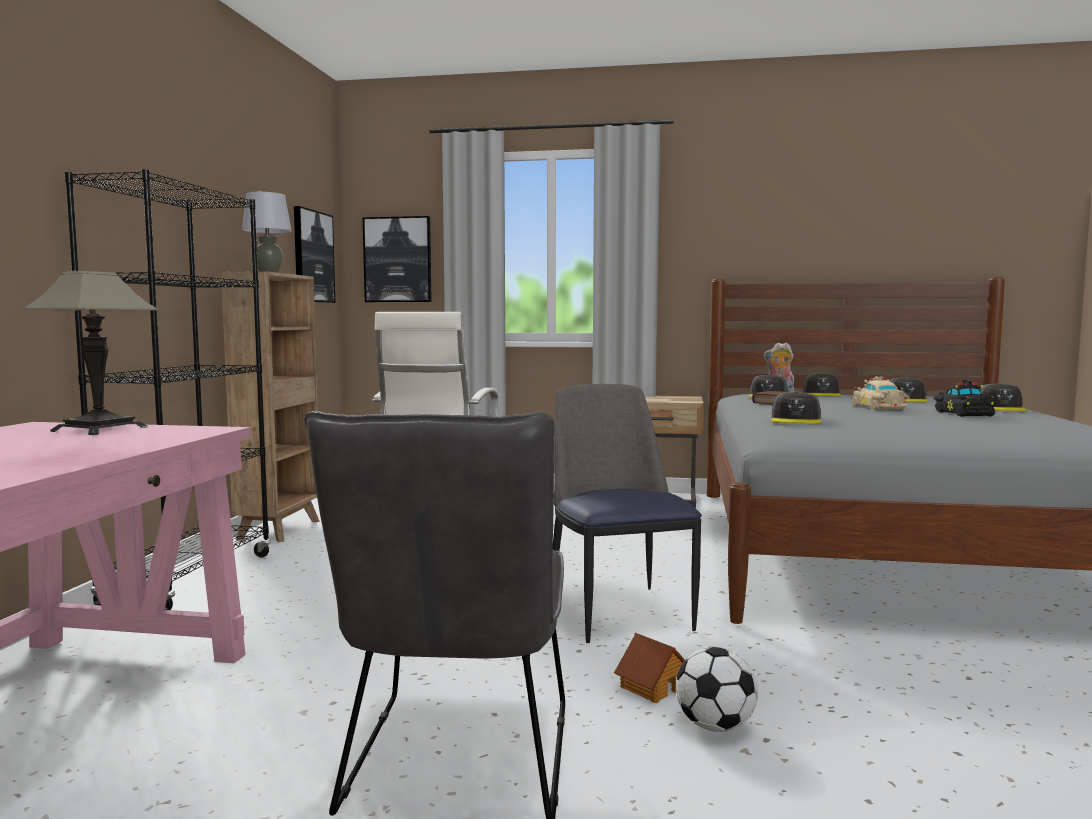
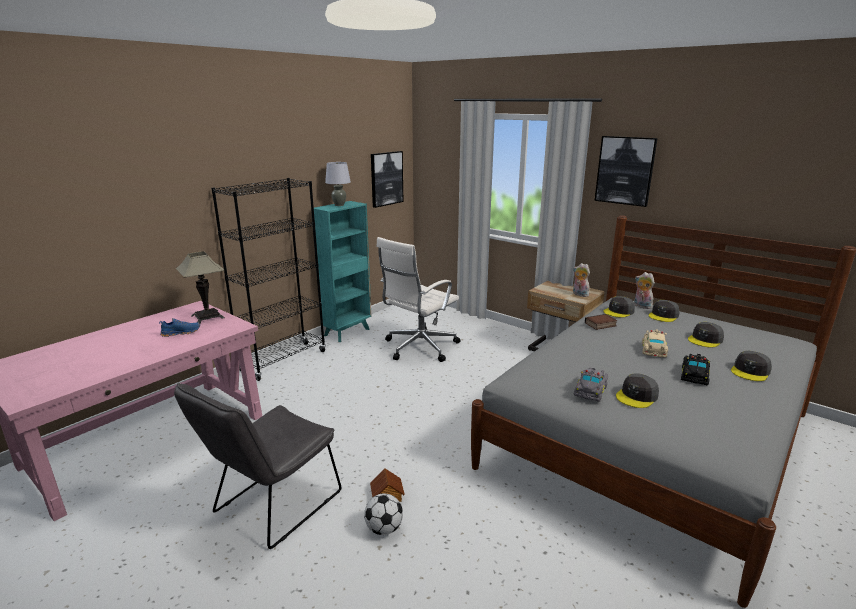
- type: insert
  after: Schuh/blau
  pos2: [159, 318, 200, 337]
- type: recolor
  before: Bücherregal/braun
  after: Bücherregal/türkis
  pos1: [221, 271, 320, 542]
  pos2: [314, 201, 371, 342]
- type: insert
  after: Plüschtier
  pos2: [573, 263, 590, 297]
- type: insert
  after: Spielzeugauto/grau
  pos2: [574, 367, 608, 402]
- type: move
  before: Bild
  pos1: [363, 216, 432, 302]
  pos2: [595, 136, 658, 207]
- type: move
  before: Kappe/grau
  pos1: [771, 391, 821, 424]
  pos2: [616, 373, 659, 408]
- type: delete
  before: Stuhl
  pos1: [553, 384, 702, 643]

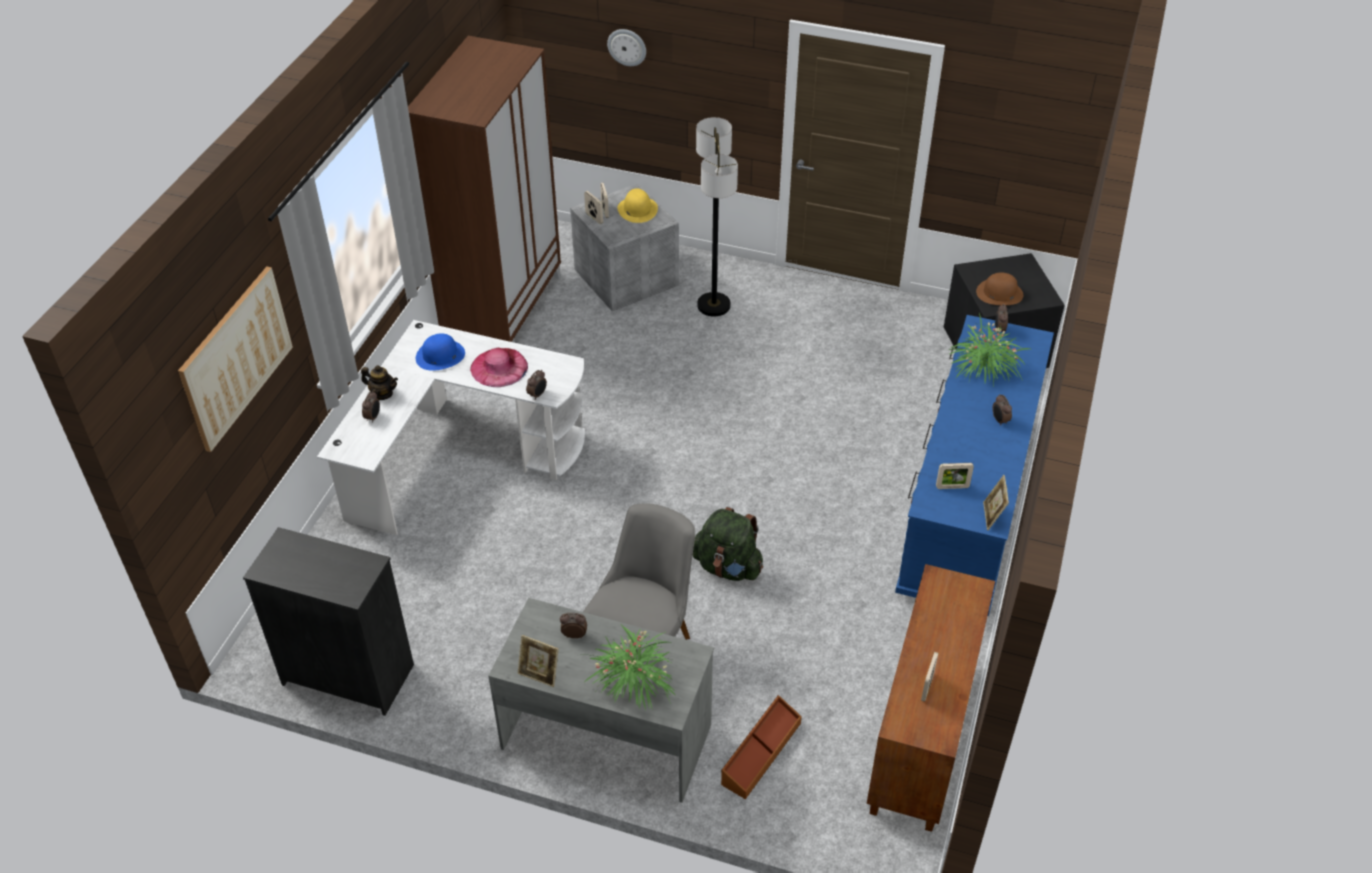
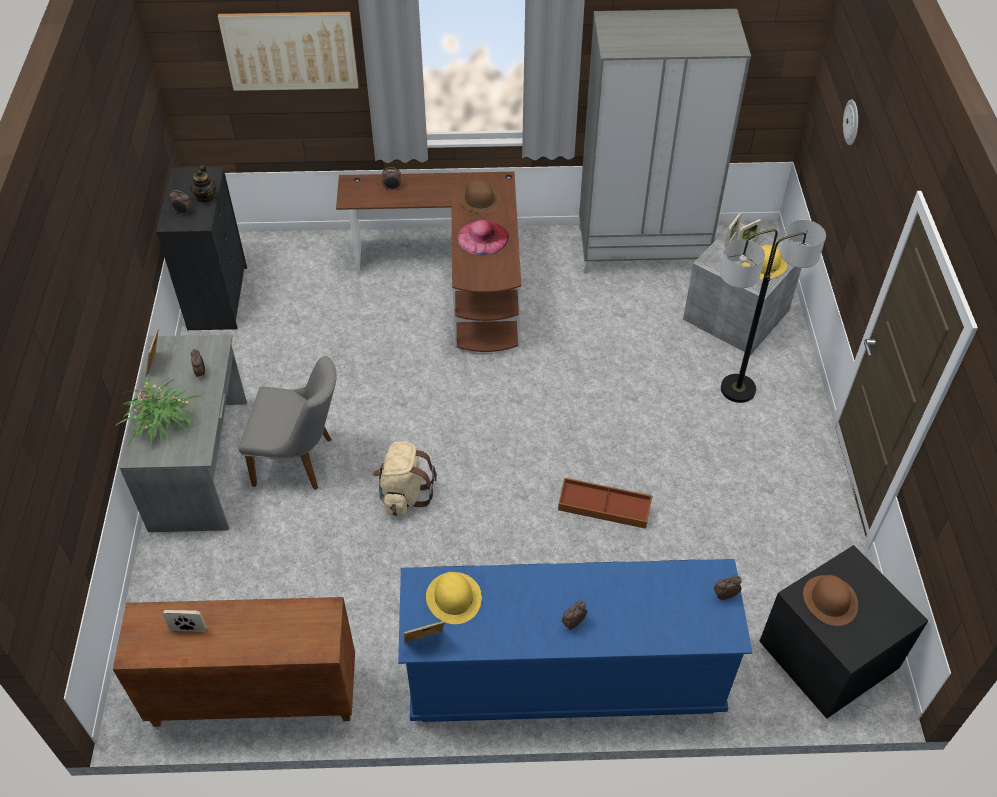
- type: move
  before: Wecker
  pos1: [526, 370, 547, 400]
  pos2: [169, 190, 192, 215]
- type: move
  before: Teekanne
  pos1: [361, 365, 398, 400]
  pos2: [190, 166, 217, 203]
- type: recolor
  before: Schreibtisch/weiß
  after: Schreibtisch/braun
  pos1: [317, 320, 585, 535]
  pos2: [336, 172, 521, 352]
- type: recolor
  before: Rucksack/grün
  after: Rucksack/beige
  pos1: [693, 507, 763, 581]
  pos2: [373, 441, 437, 516]
- type: replace
  before: Bilderrahmen
  after: Hut/gelb
  pos1: [936, 463, 974, 489]
  pos2: [426, 572, 482, 624]
- type: recolor
  before: Hut/blau
  after: Hut/braun
  pos1: [416, 333, 465, 371]
  pos2: [459, 180, 501, 214]
- type: move
  before: Aufbewahrungsbox/braun
  pos1: [721, 695, 802, 799]
  pos2: [558, 478, 652, 529]
- type: recolor
  before: Kleiderschrank/braun
  after: Kleiderschrank/grau
  pos1: [408, 36, 561, 342]
  pos2: [579, 9, 751, 273]
- type: delete
  before: Topfpflanze
  pos1: [949, 313, 1030, 389]

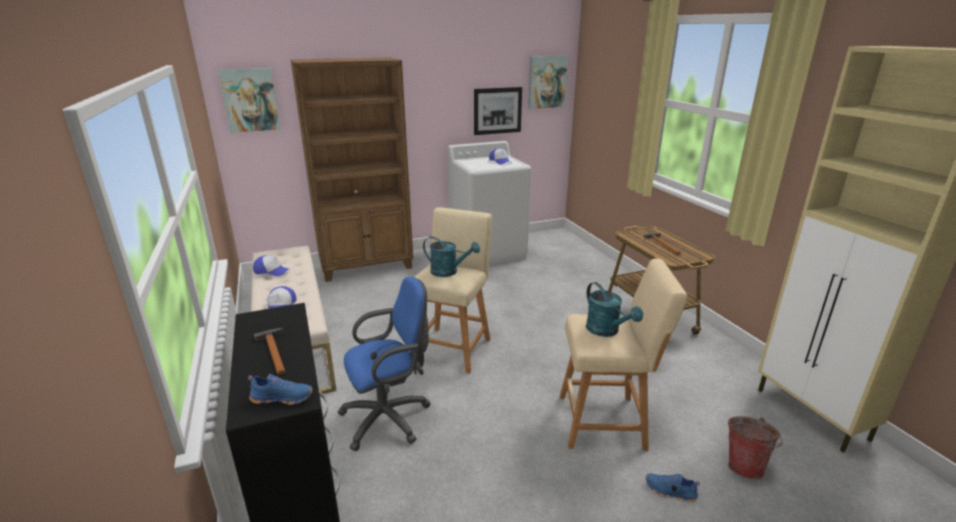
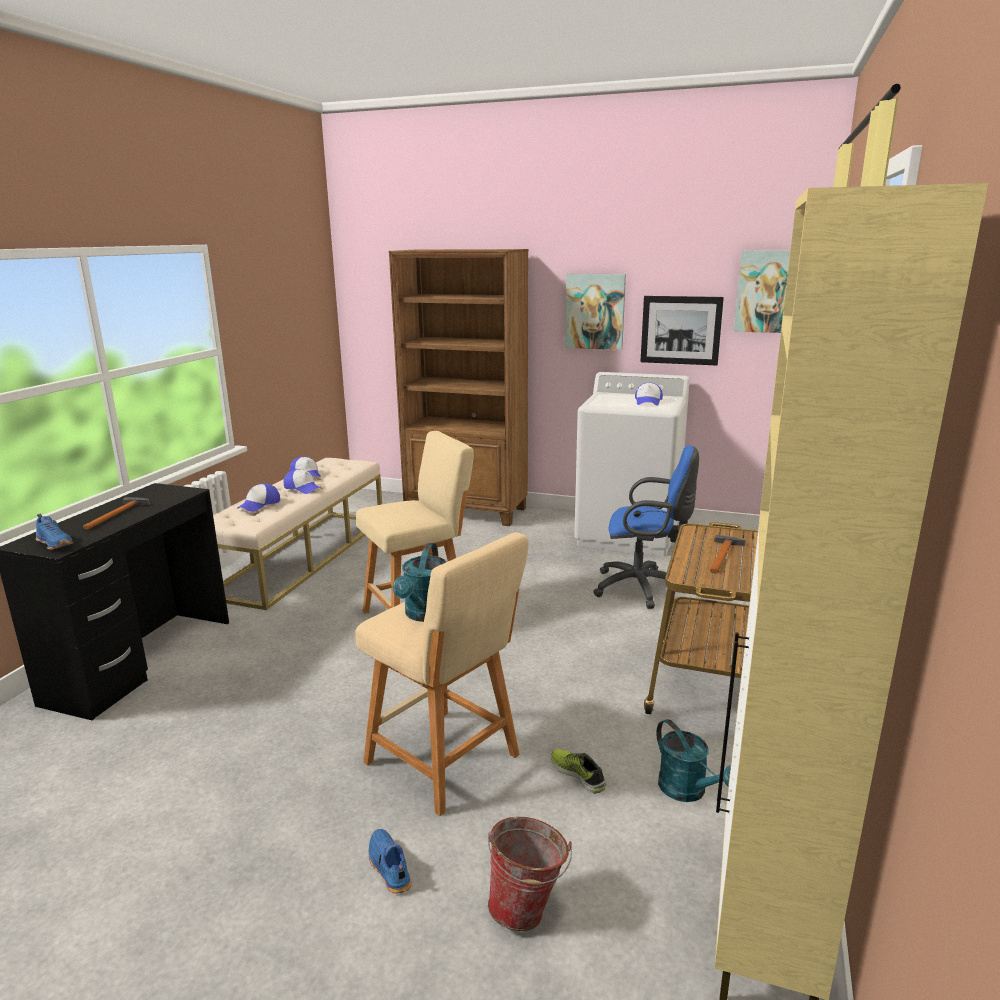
- type: insert
  after: Kappe
  pos2: [284, 469, 322, 494]
- type: insert
  after: Schuh
  pos2: [551, 749, 606, 793]
- type: move
  before: Bild
  pos1: [218, 68, 281, 133]
  pos2: [565, 274, 626, 350]
- type: move
  before: Bürostuhl/blau
  pos1: [338, 277, 430, 451]
  pos2: [593, 445, 699, 609]
- type: move
  before: Gießkanne/türkis
  pos1: [423, 237, 480, 277]
  pos2: [656, 719, 731, 802]

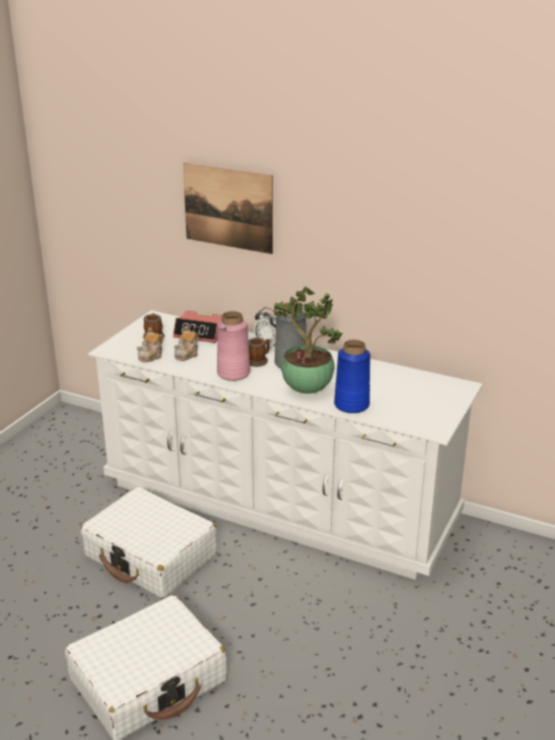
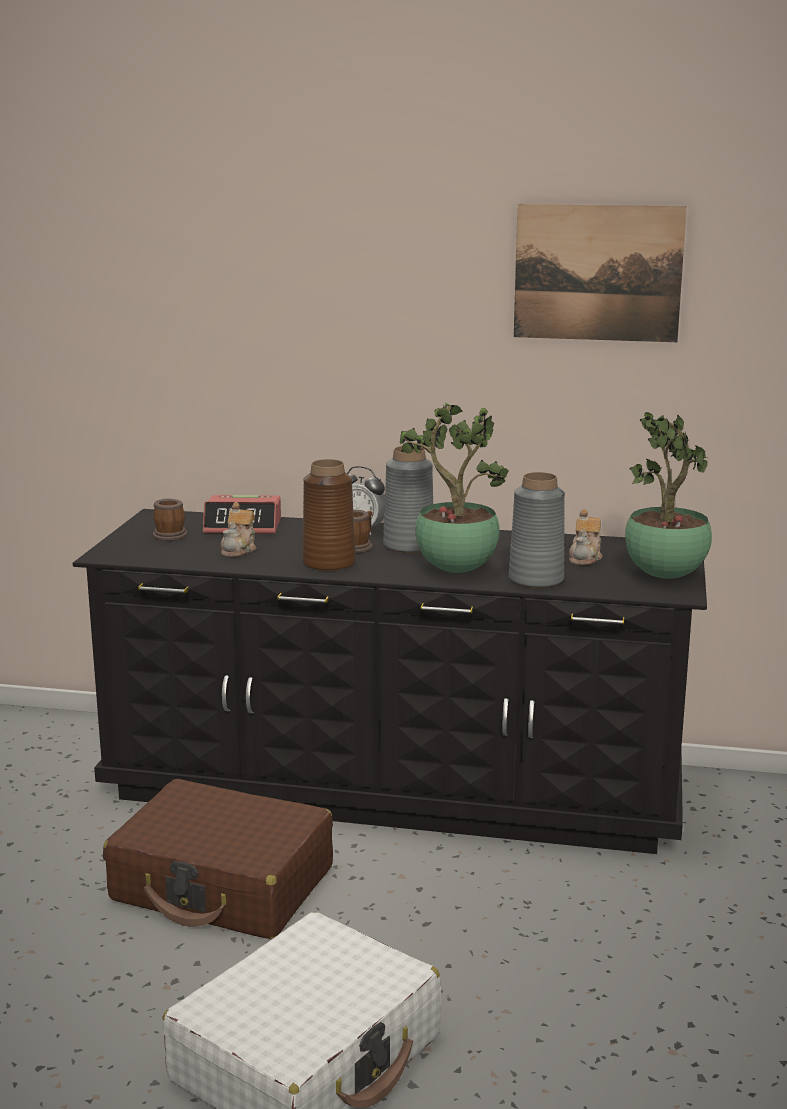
- type: recolor
  before: Kommode/weiß
  after: Kommode/schwarz
  pos1: [88, 310, 483, 580]
  pos2: [73, 509, 707, 854]
- type: recolor
  before: Koffer/weiß
  after: Koffer/braun
  pos1: [81, 487, 217, 598]
  pos2: [103, 779, 333, 939]
- type: recolor
  before: Vase/rosa
  after: Vase/braun
  pos1: [217, 311, 250, 381]
  pos2: [302, 459, 356, 571]
- type: recolor
  before: Vase/blau
  after: Vase/grau
  pos1: [334, 340, 370, 413]
  pos2: [509, 472, 565, 588]
- type: move
  before: Bild
  pos1: [183, 163, 273, 254]
  pos2: [514, 204, 687, 342]
- type: move
  before: Teekanne
  pos1: [136, 327, 164, 362]
  pos2: [569, 509, 603, 565]
- type: insert
  after: Topfpflanze
  pos2: [625, 412, 712, 579]

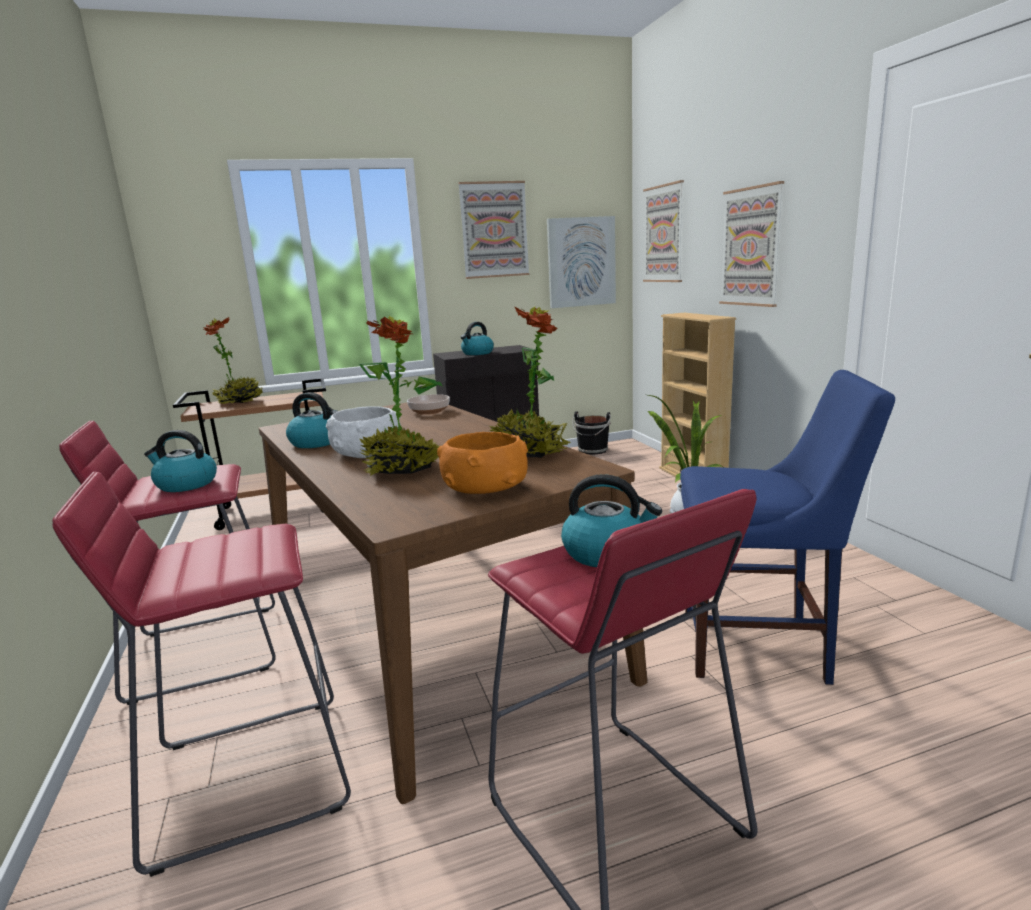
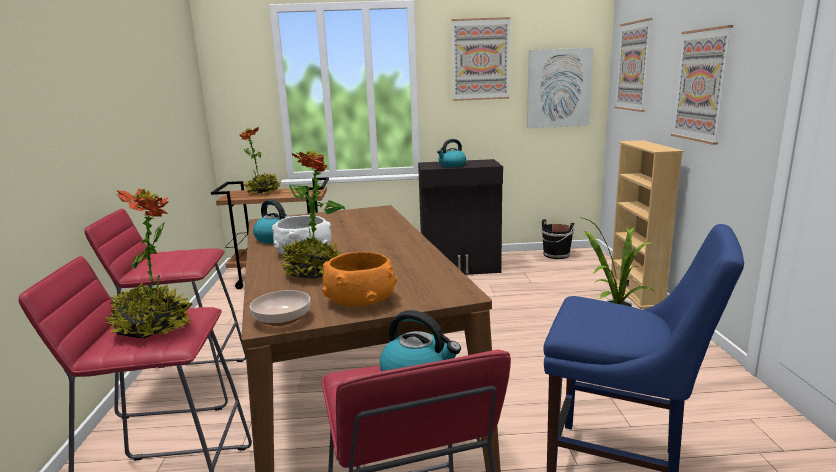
- type: move
  before: Topfpflanze
  pos1: [489, 306, 571, 458]
  pos2: [105, 188, 193, 338]
- type: move
  before: Schüssel
  pos1: [407, 394, 450, 415]
  pos2: [250, 290, 311, 326]
- type: delete
  before: Wasserkessel
  pos1: [144, 430, 217, 492]

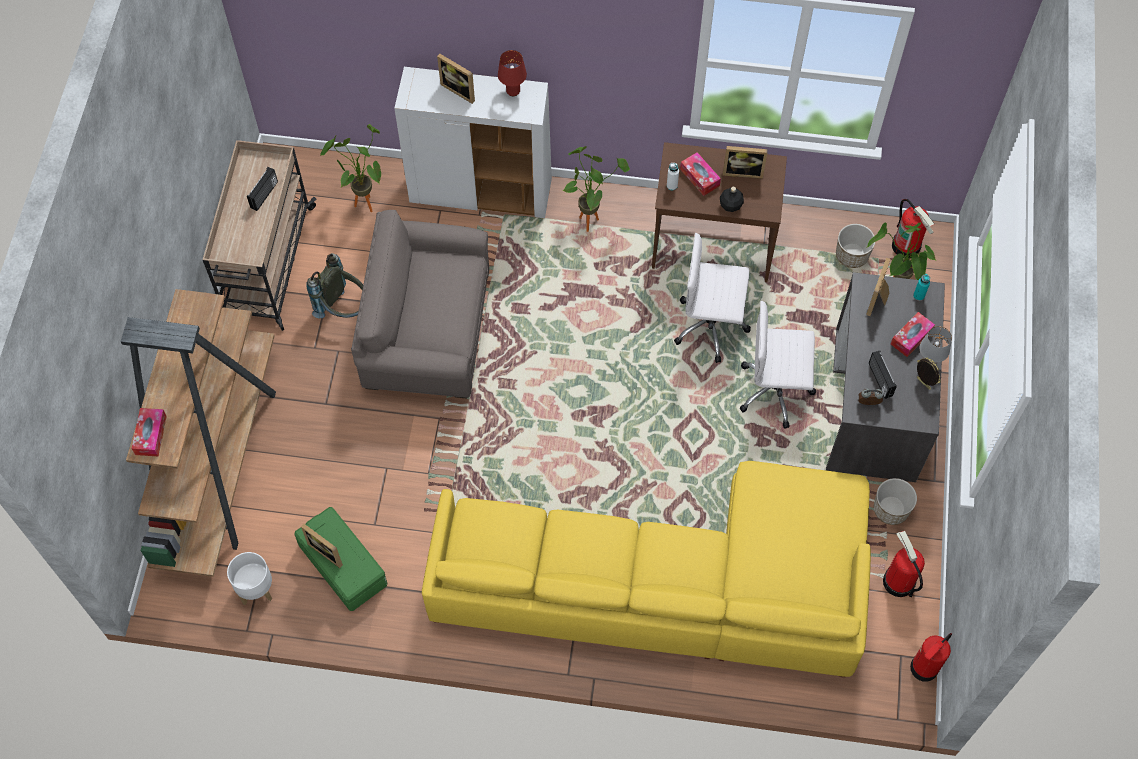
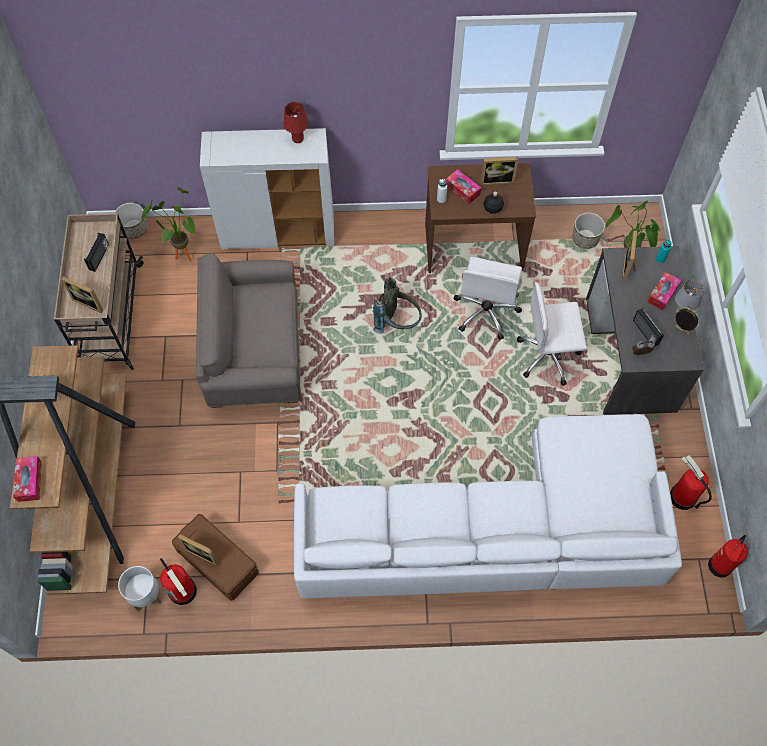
- type: move
  before: Bilderrahmen
  pos1: [437, 54, 475, 104]
  pos2: [61, 277, 103, 313]
- type: move
  before: Pflanzkübel
  pos1: [874, 478, 917, 525]
  pos2: [114, 203, 147, 239]
- type: move
  before: Feuerlöscher
  pos1: [892, 199, 934, 258]
  pos2: [160, 558, 197, 605]
- type: recolor
  before: Aufbewahrungsbox/grün
  after: Aufbewahrungsbox/braun
  pos1: [294, 507, 387, 611]
  pos2: [172, 514, 259, 601]
- type: recolor
  before: Sofa/gelb
  after: Sofa/weiß
  pos1: [422, 461, 871, 678]
  pos2: [294, 414, 682, 598]
- type: move
  before: Rucksack/grau
  pos1: [306, 253, 363, 318]
  pos2: [373, 277, 422, 334]
- type: rotate
  before: Bürostuhl/weiß
  pos1: [674, 233, 751, 363]
  pos2: [453, 257, 522, 340]
  turn: -75
- type: delete
  before: Topfpflanze
  pos1: [563, 146, 630, 232]

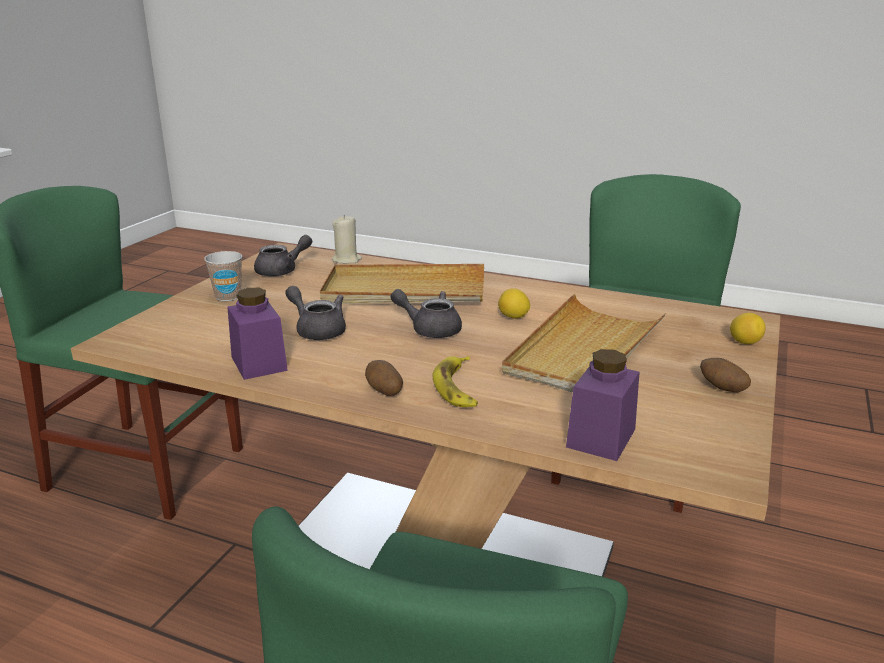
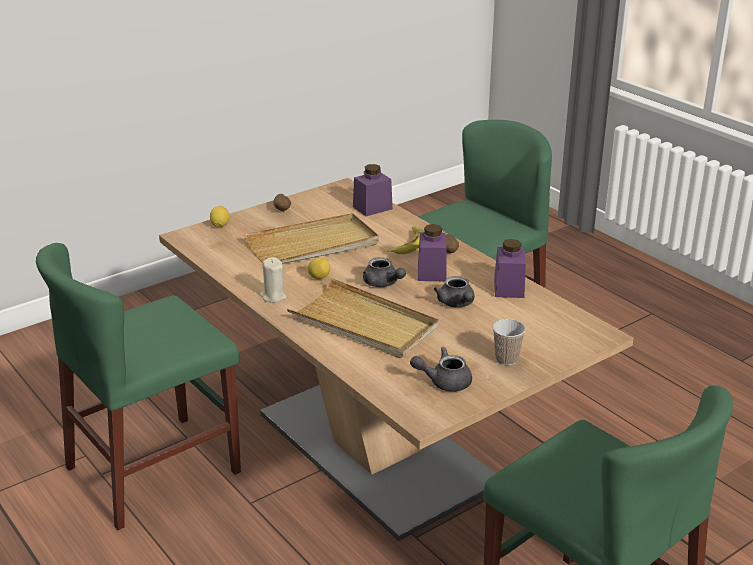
- type: move
  before: Kerze/beige
  pos1: [332, 215, 362, 264]
  pos2: [260, 257, 287, 303]
- type: insert
  after: Vorratsglas/lila
  pos2: [418, 224, 446, 281]

